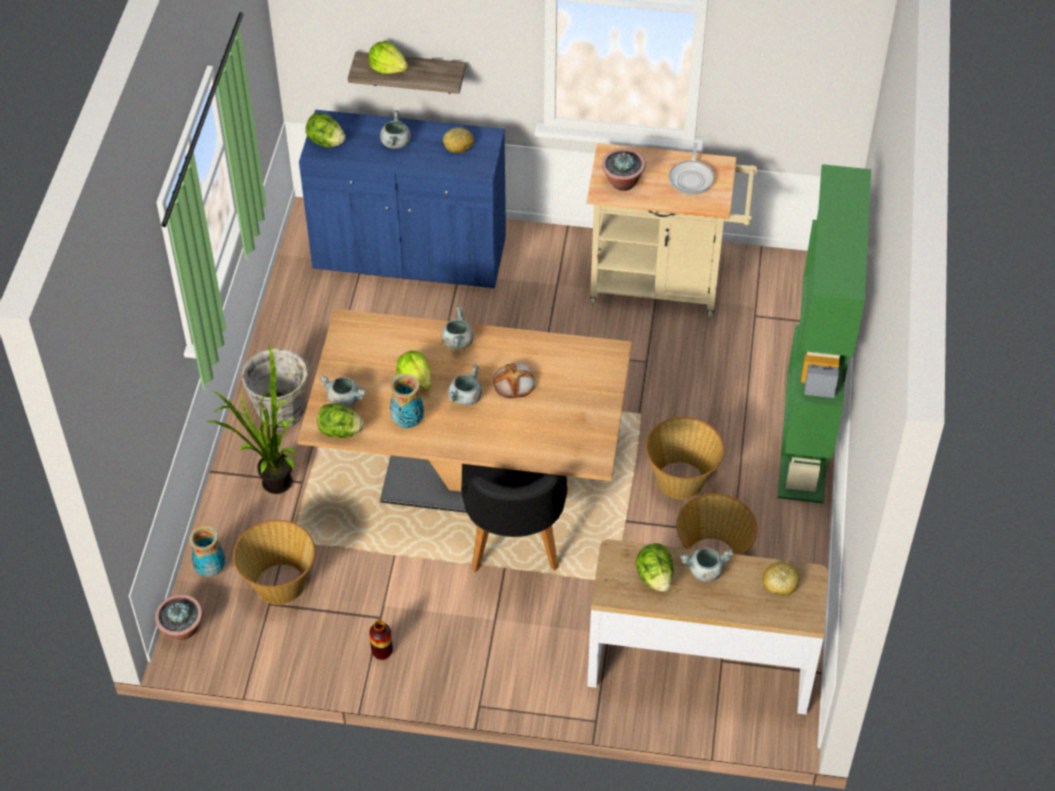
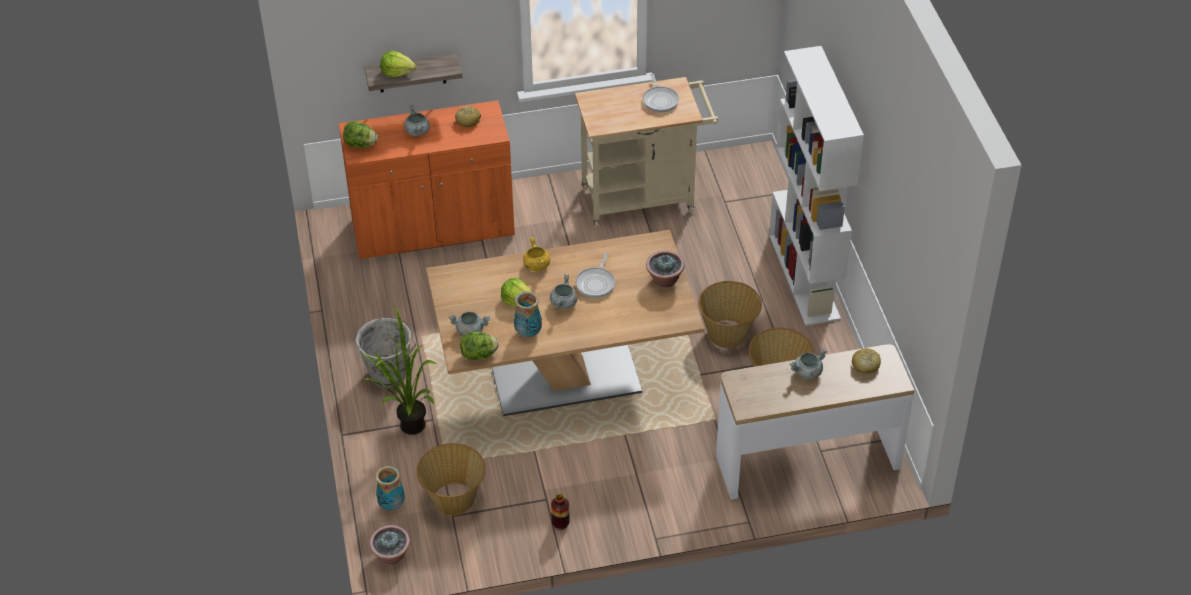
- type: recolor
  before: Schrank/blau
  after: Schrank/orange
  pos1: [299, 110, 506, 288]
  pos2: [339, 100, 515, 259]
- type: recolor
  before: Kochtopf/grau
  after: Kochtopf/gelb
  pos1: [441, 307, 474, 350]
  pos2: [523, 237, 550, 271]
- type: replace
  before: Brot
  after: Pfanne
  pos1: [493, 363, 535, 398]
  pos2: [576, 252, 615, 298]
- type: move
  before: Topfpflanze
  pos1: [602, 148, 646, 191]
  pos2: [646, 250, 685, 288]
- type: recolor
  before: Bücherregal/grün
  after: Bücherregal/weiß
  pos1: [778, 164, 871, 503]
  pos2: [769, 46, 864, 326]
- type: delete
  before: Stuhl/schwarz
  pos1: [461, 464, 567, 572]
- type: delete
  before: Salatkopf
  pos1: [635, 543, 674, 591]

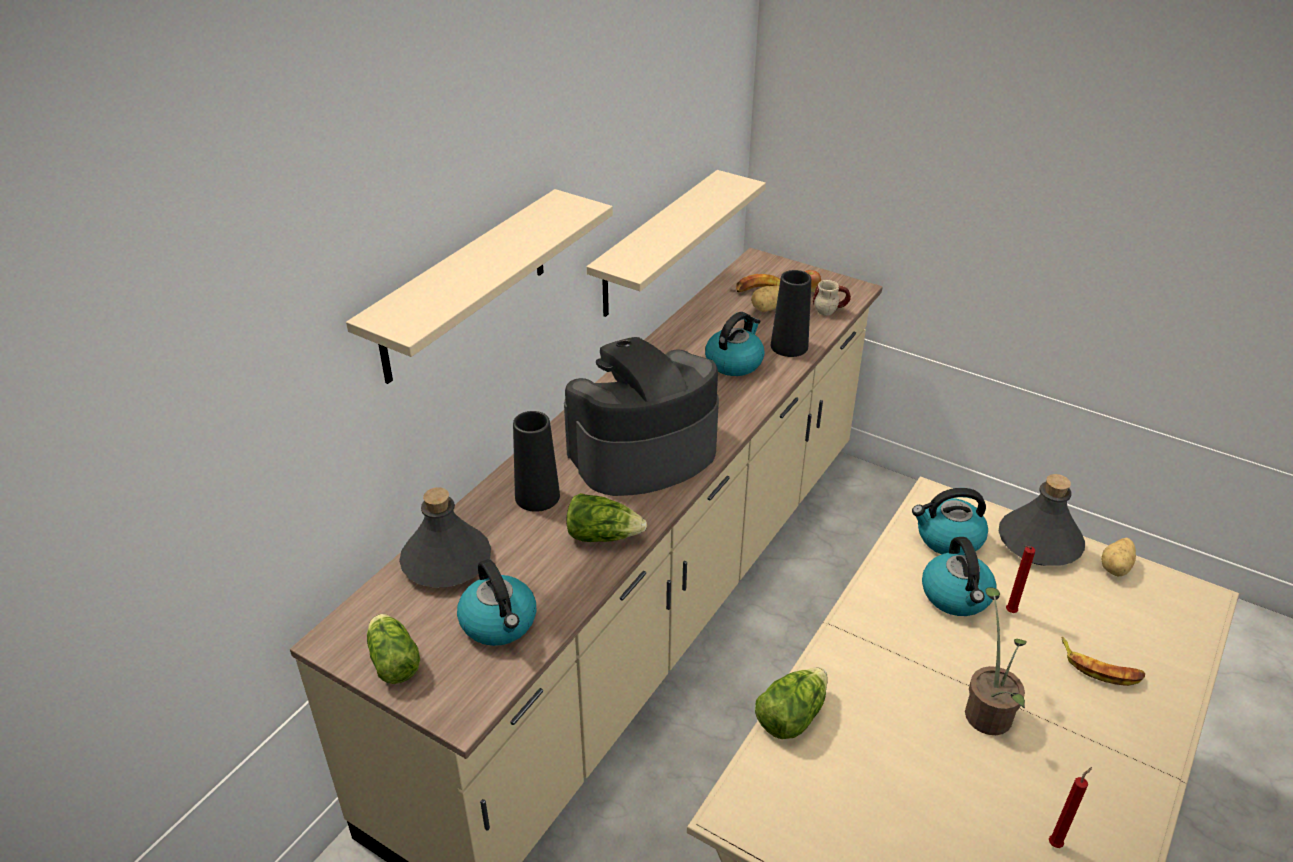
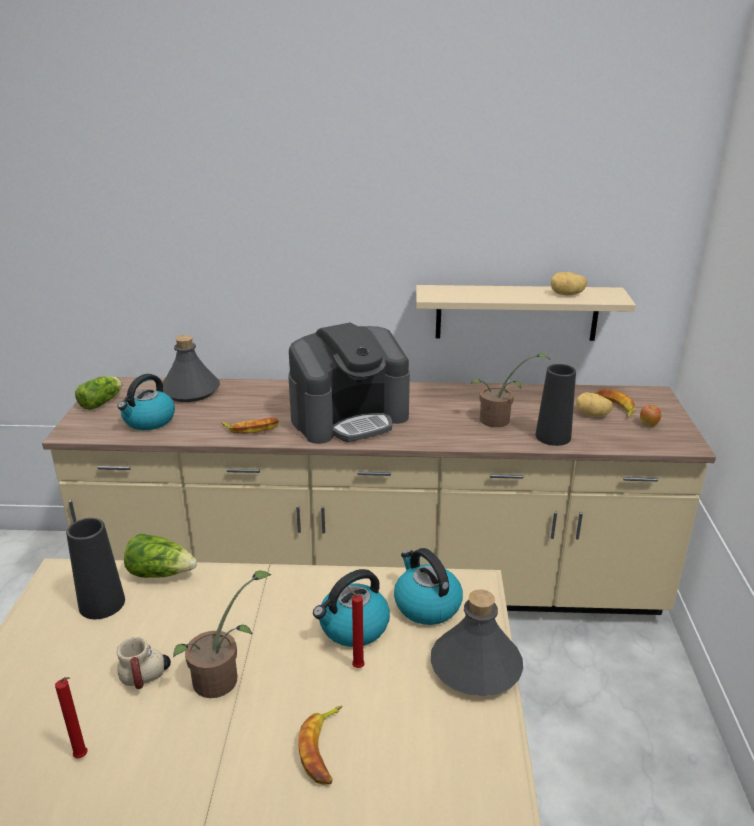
- type: move
  before: Vase/schwarz
  pos1: [513, 411, 560, 512]
  pos2: [66, 518, 125, 619]
- type: move
  before: Henkelbecher
  pos1: [813, 280, 851, 316]
  pos2: [117, 637, 171, 689]
- type: replace
  before: Salatkopf
  after: Banane
  pos1: [566, 493, 647, 542]
  pos2: [221, 417, 279, 434]
- type: rotate
  before: Kaffeemaschine
  pos1: [564, 337, 719, 496]
  pos2: [288, 323, 410, 444]
  turn: 120
- type: replace
  before: Wasserkessel
  after: Topfpflanze
  pos1: [705, 312, 765, 376]
  pos2: [471, 353, 549, 427]
- type: move
  before: Kartoffel
  pos1: [1101, 538, 1136, 576]
  pos2: [551, 272, 587, 295]
- type: delete
  before: Wandregal/beige
  pos1: [346, 189, 613, 384]

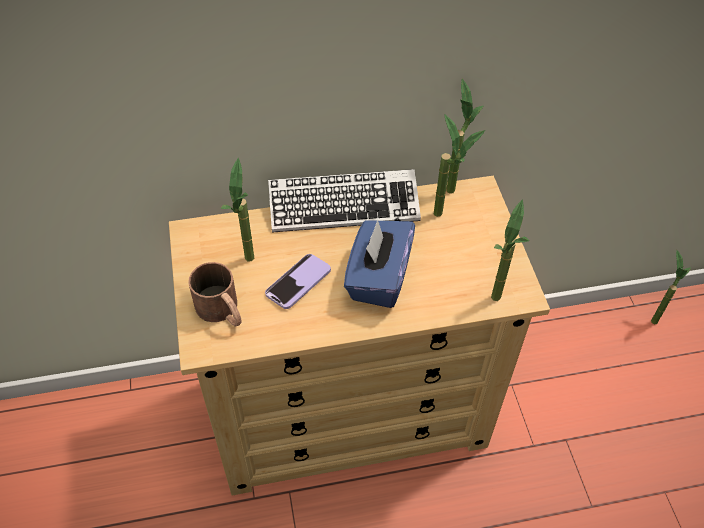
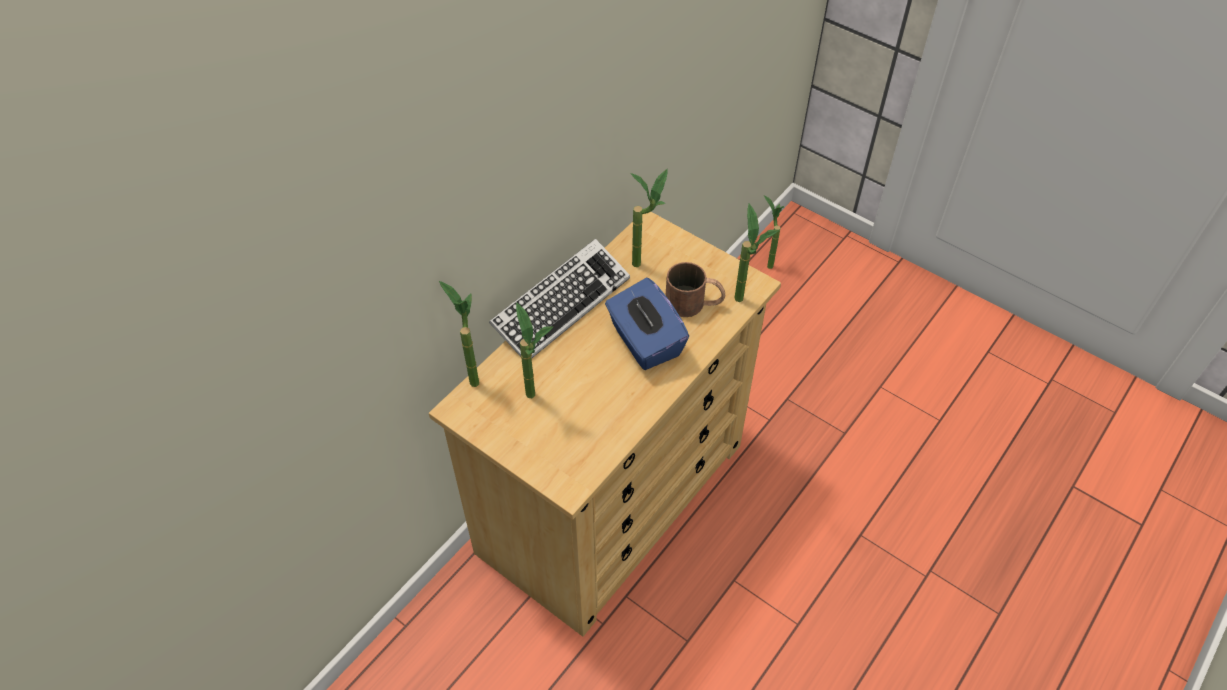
- type: move
  before: Topfpflanze
  pos1: [446, 79, 483, 194]
  pos2: [439, 281, 479, 387]
- type: move
  before: Henkelbecher/braun
  pos1: [188, 262, 241, 327]
  pos2: [666, 262, 725, 317]
- type: delete
  before: Handy
  pos1: [265, 254, 331, 309]

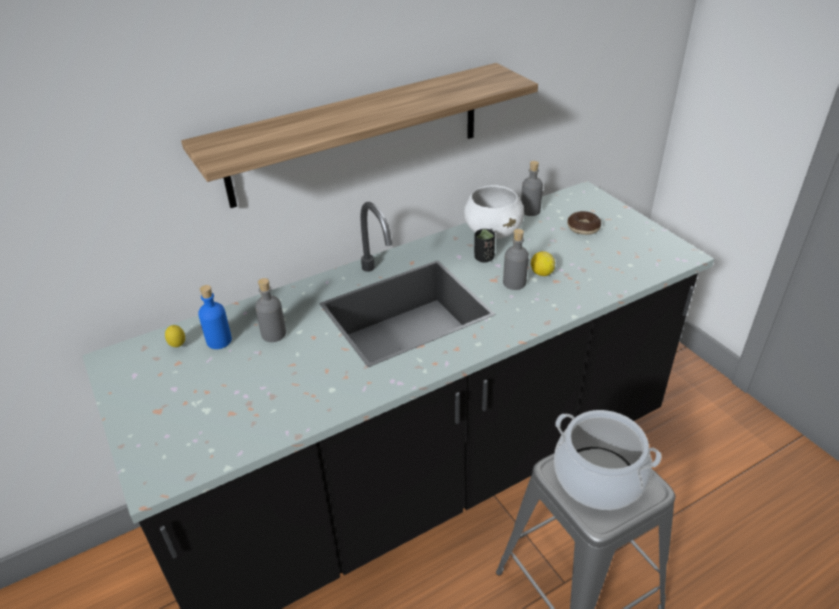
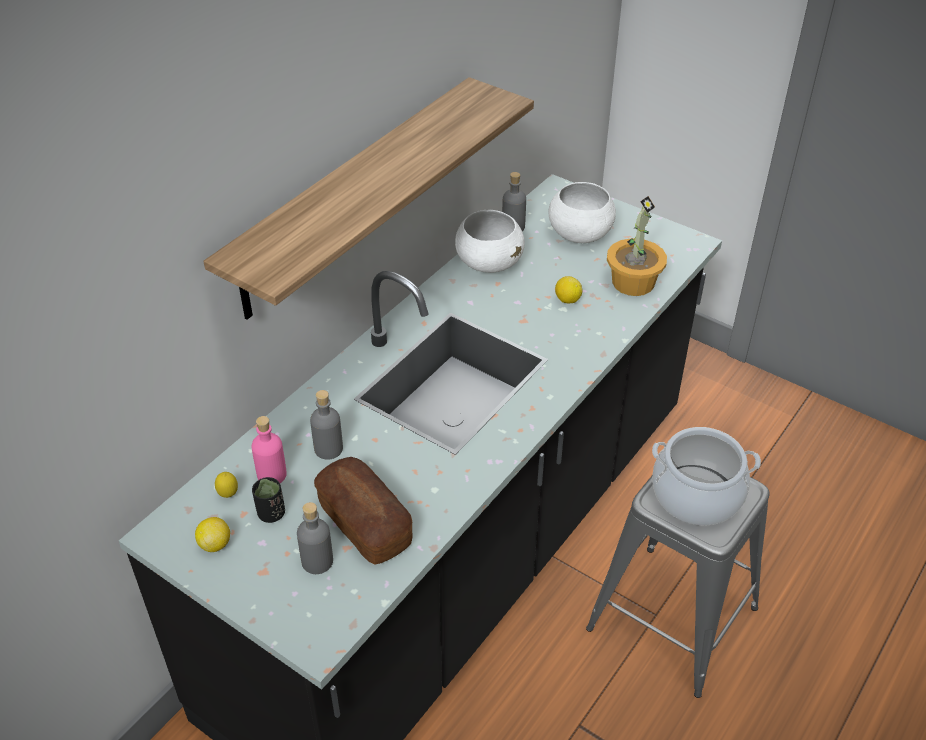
- type: insert
  after: Zitrone
  pos2: [195, 517, 230, 552]
- type: recolor
  before: Flasche/blau
  after: Flasche/rosa
  pos1: [198, 285, 232, 349]
  pos2: [251, 416, 287, 483]
- type: move
  before: Tasse/schwarz
  pos1: [474, 229, 495, 263]
  pos2: [252, 477, 285, 523]
- type: move
  before: Flasche/grau
  pos1: [503, 229, 529, 290]
  pos2: [297, 502, 333, 574]
- type: insert
  after: Brot
  pos2: [314, 457, 412, 565]
- type: replace
  before: Donut
  after: Schüssel/weiß
  pos1: [567, 211, 601, 235]
  pos2: [548, 182, 616, 243]
- type: insert
  after: Topfpflanze
  pos2: [607, 196, 667, 296]

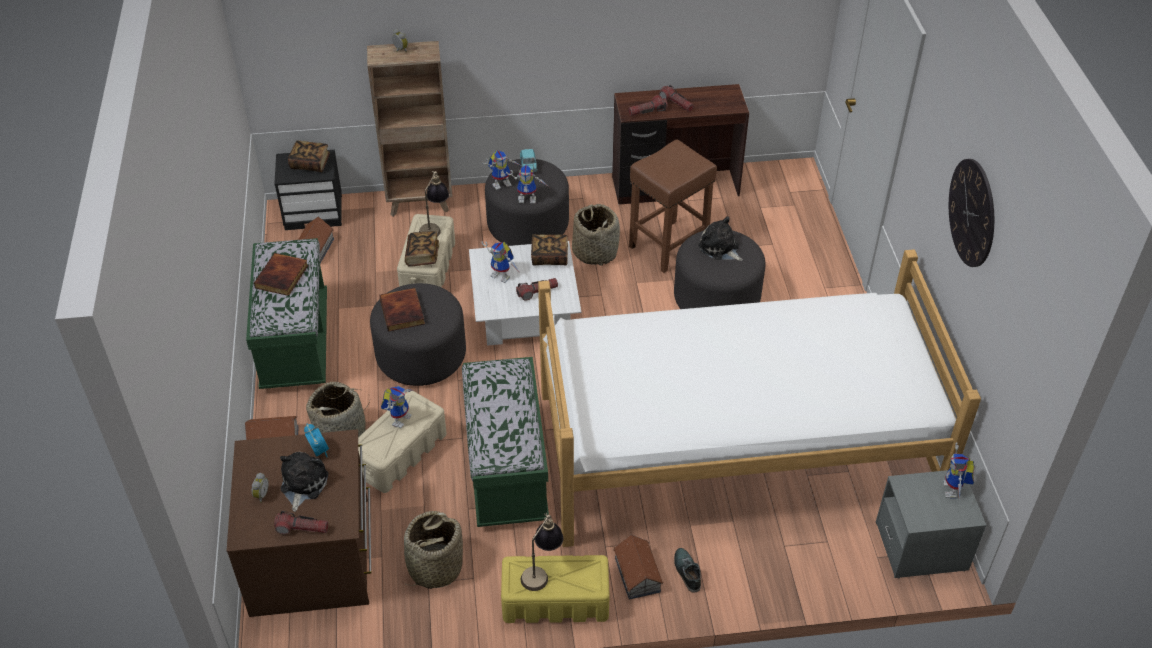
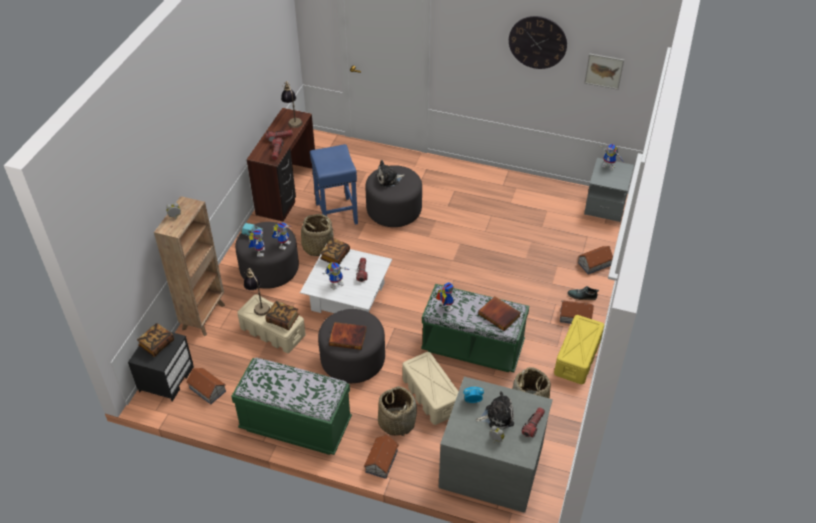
- type: move
  before: Tischlampe
  pos1: [521, 513, 563, 591]
  pos2: [281, 81, 303, 128]
- type: recolor
  before: Hocker/braun
  after: Hocker/blau
  pos1: [629, 140, 717, 273]
  pos2: [310, 144, 358, 225]
- type: move
  before: Spielzeugroboter
  pos1: [381, 386, 413, 428]
  pos2: [436, 282, 458, 312]
- type: recolor
  before: Kommode/braun
  after: Kommode/grau
  pos1: [227, 429, 372, 617]
  pos2: [439, 377, 553, 513]
- type: rotate
  before: Plüschtier
  pos1: [280, 452, 329, 512]
  pos2: [476, 391, 514, 429]
  turn: 135
- type: move
  before: Buch
  pos1: [254, 253, 309, 296]
  pos2: [478, 296, 521, 331]
- type: insert
  after: Spielzeughaus
  pos2: [578, 246, 613, 275]
- type: insert
  after: Bild
  pos2: [584, 53, 624, 90]
- type: delete
  before: Bett
  pos1: [538, 249, 981, 547]

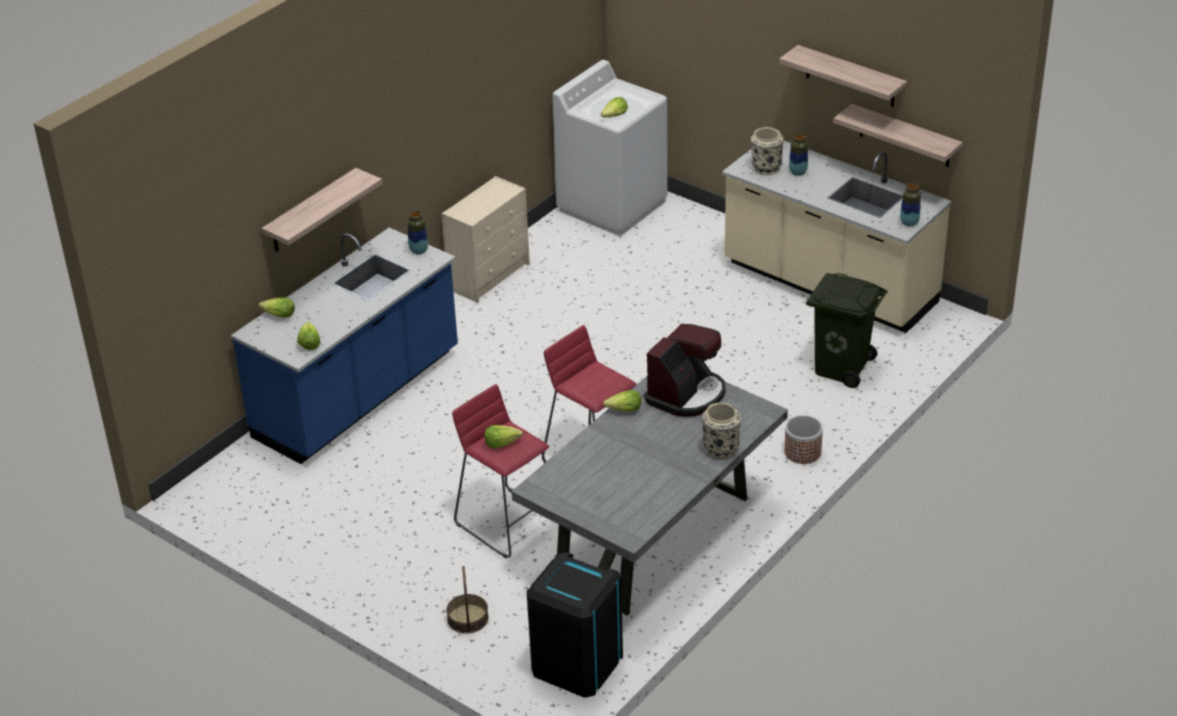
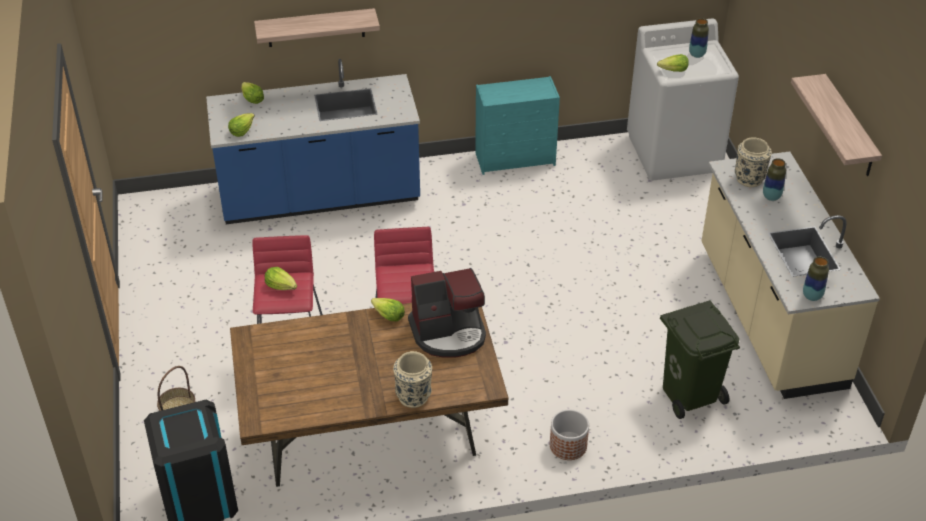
- type: recolor
  before: Esstisch/grau
  after: Esstisch/braun
  pos1: [511, 375, 788, 615]
  pos2: [230, 303, 509, 487]
- type: recolor
  before: Kommode/beige
  after: Kommode/türkis
  pos1: [441, 176, 530, 303]
  pos2: [475, 76, 560, 175]
- type: move
  before: Vase
  pos1: [407, 211, 428, 254]
  pos2: [689, 18, 709, 58]
- type: delete
  before: Wandregal
  pos1: [833, 104, 963, 167]

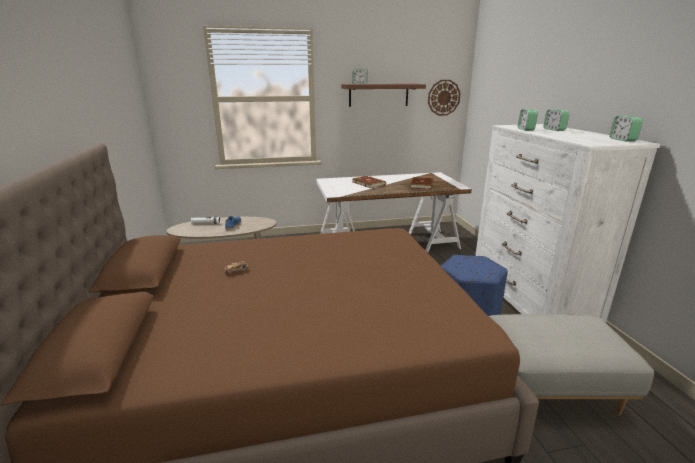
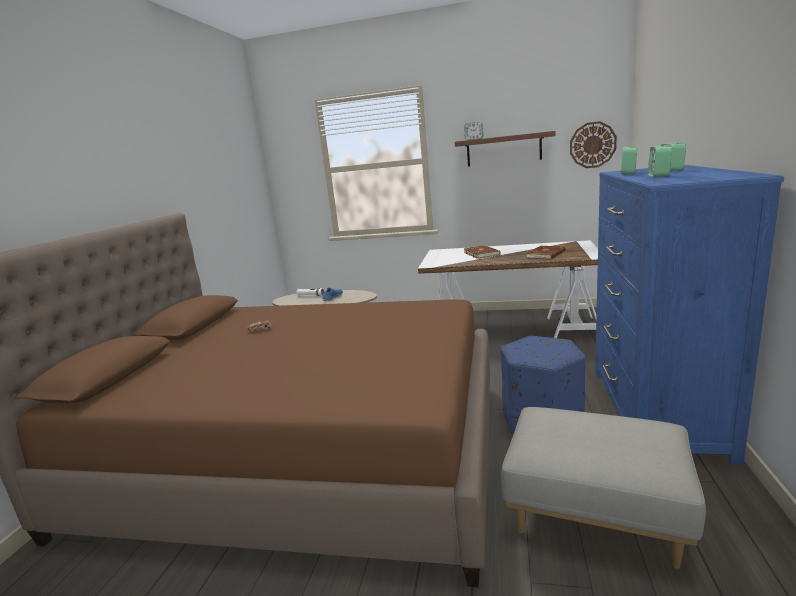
- type: recolor
  before: Kommode/weiß
  after: Kommode/blau
  pos1: [475, 124, 660, 322]
  pos2: [595, 165, 784, 465]
- type: move
  before: Wecker
  pos1: [610, 116, 643, 142]
  pos2: [648, 146, 672, 178]

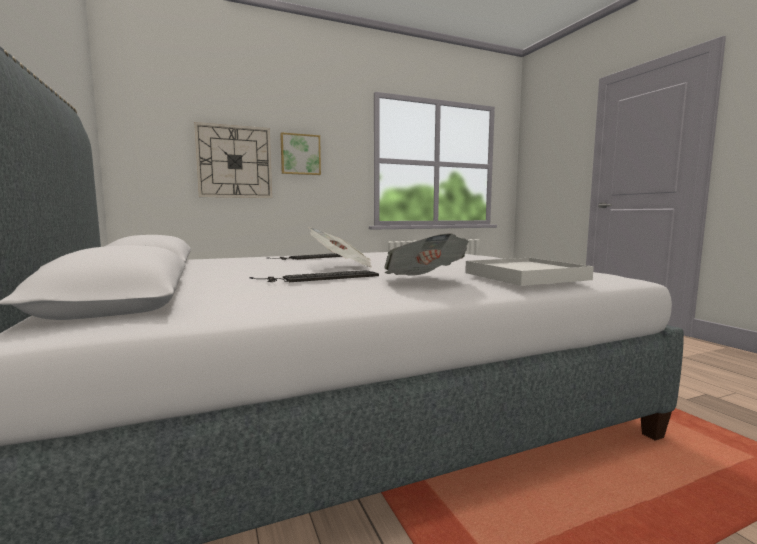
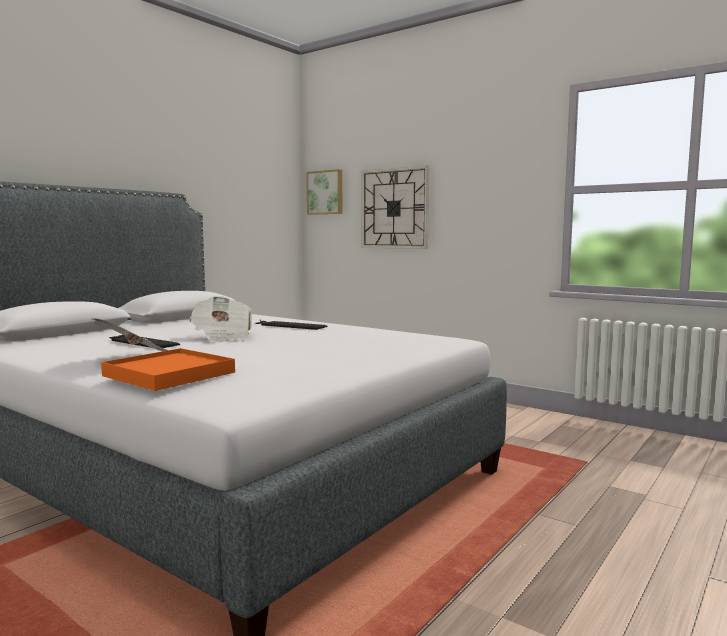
- type: recolor
  before: Tablett/weiß
  after: Tablett/orange
  pos1: [465, 258, 594, 286]
  pos2: [101, 348, 235, 391]
- type: move
  before: Bild
  pos1: [280, 132, 321, 175]
  pos2: [306, 169, 342, 215]

